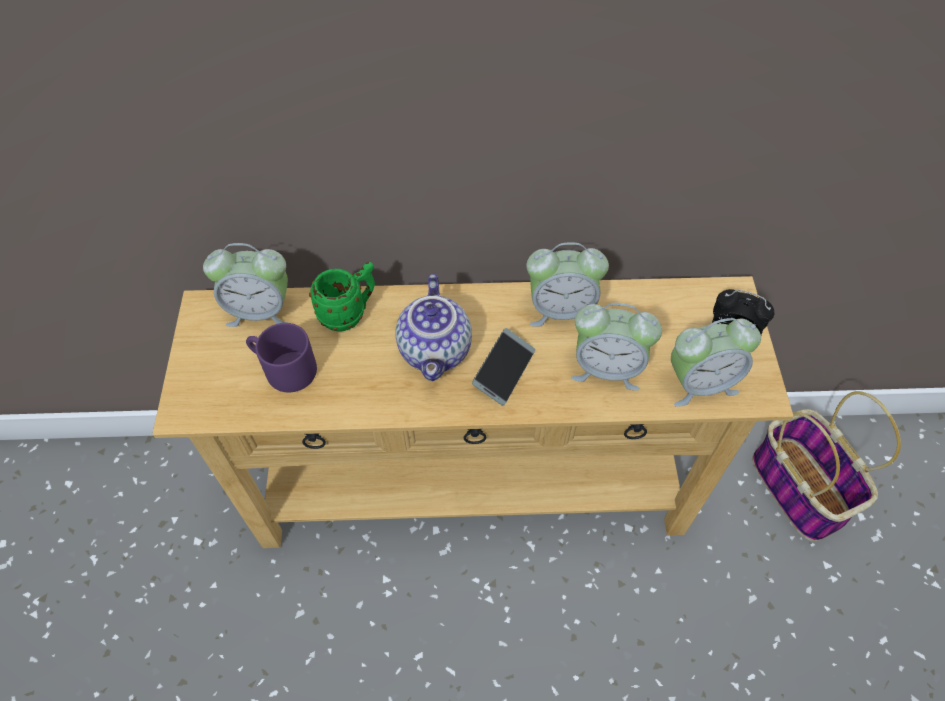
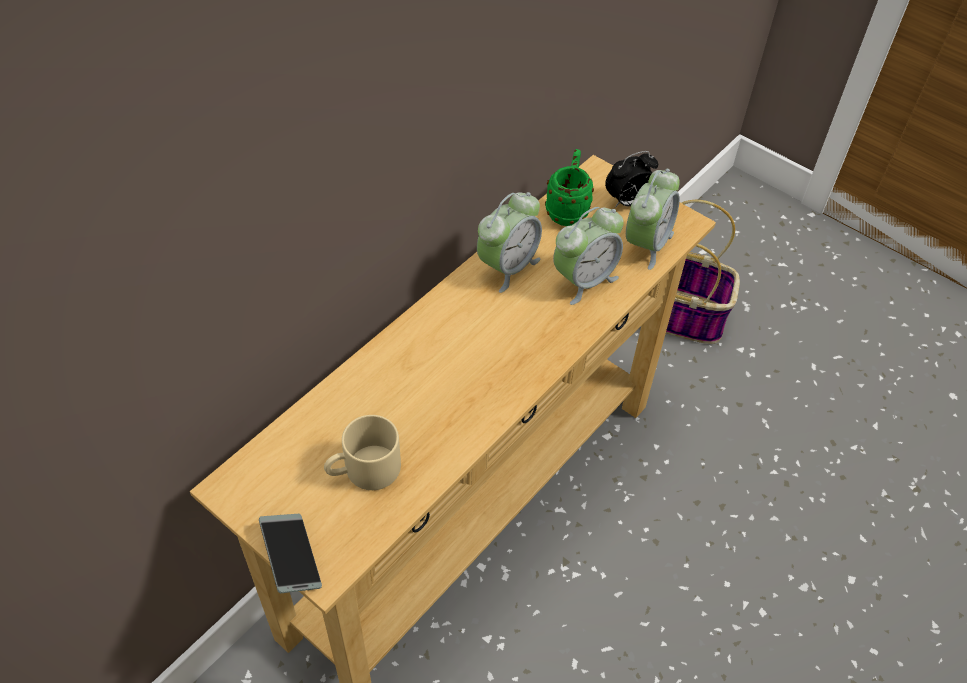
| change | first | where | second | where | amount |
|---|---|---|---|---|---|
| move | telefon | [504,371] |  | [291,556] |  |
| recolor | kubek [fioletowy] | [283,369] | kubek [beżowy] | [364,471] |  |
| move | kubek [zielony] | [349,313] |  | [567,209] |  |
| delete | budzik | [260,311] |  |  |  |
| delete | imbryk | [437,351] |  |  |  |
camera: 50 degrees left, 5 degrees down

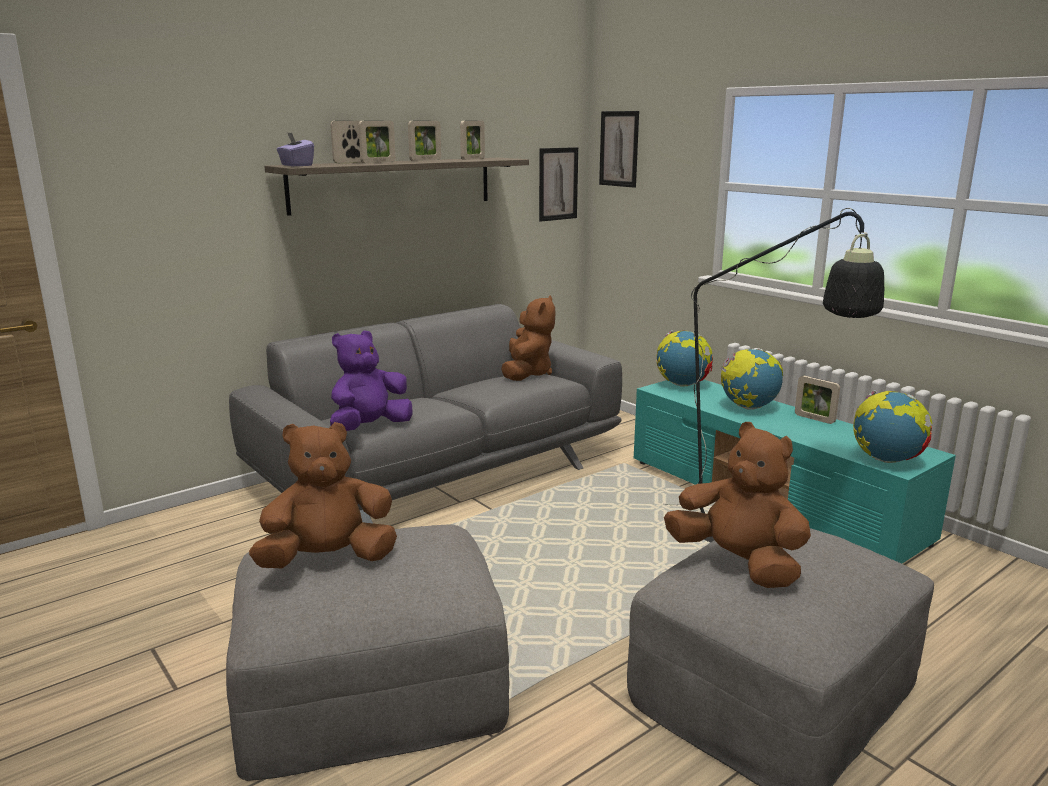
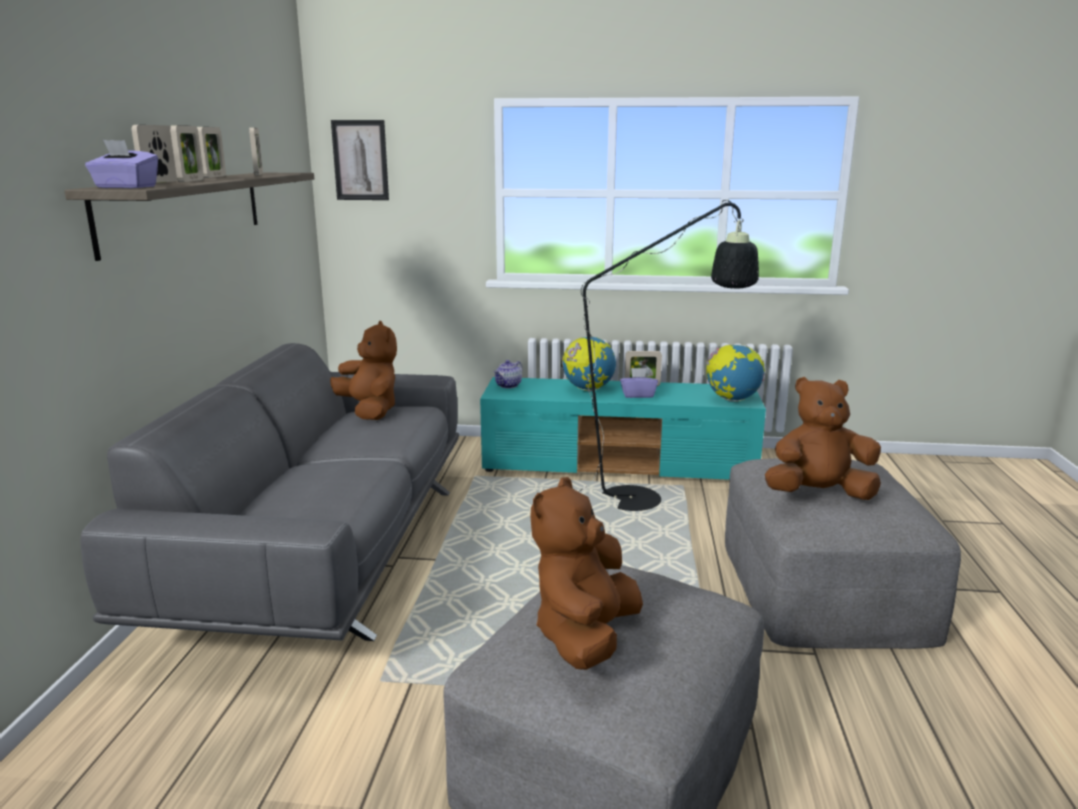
| change | first | where | second | where | amount |
|---|---|---|---|---|---|
| replace | globus | [682,385] | imbryk | [508,386] |  |
| insert |  |  | pudełko chusteczek [fioletowy] | [637,395] |  |
| delete | pluszak [fioletowy] | [369,428] |  |  |  |
| delete | obraz | [558,184] |  |  |  |
camera: 45 degrees left, 0 degrees up

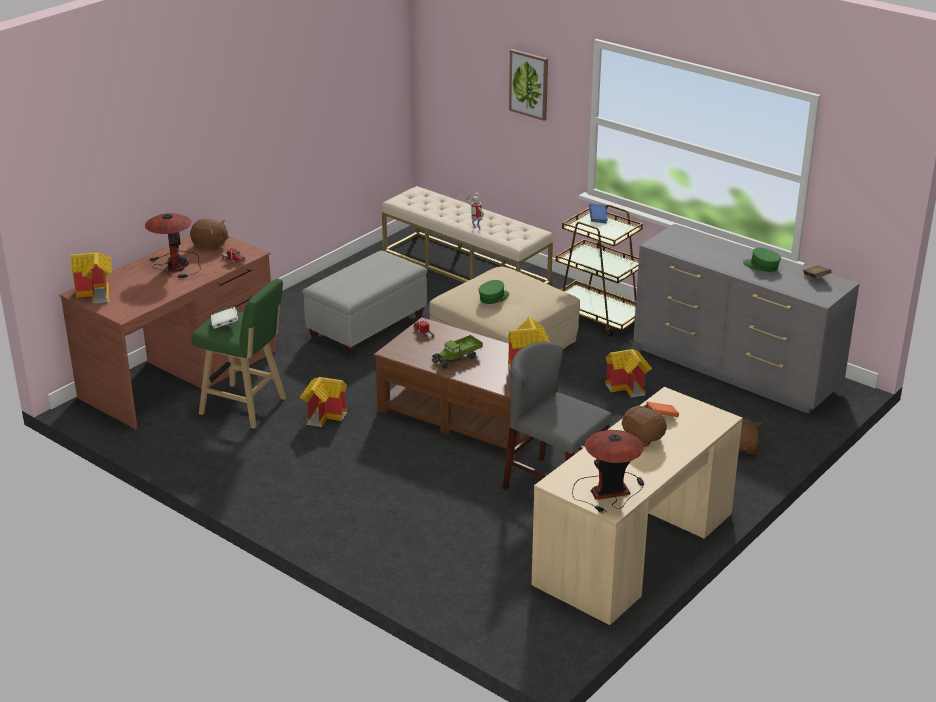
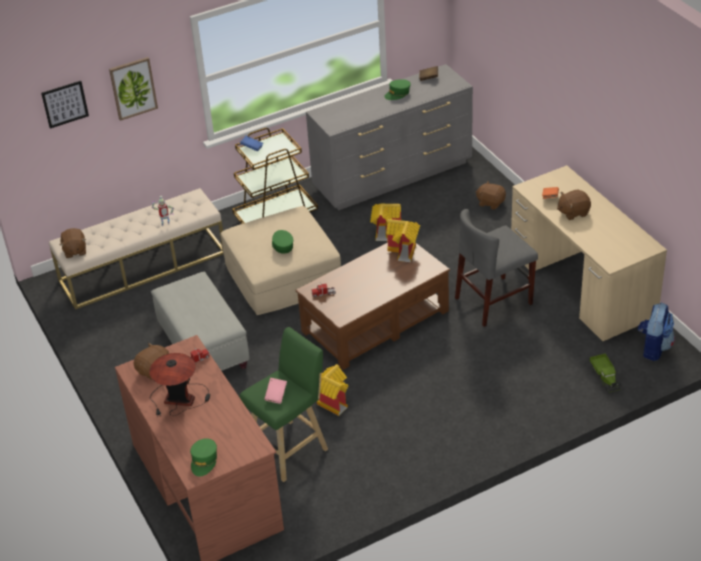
| change | first | where | second | where | amount |
|---|---|---|---|---|---|
| insert |  |  | obraz | [65,104] |  |
| insert |  |  | pluszak [brązowy] | [75,251] |  |
| replace | domek | [97,293] | czapka z daszkiem [zielony] | [204,461] |  |
| recolor | książka [biały] | [224,324] | książka [różowy] | [276,395] |  |
| move | ciężarówka zabawkowa | [457,359] |  | [605,378] |  |
| insert |  |  | plecak | [653,347] |  |
| delete | lampa stołowa | [609,491] |  |  |  |
camera: 65 degrees left, 10 degrees up

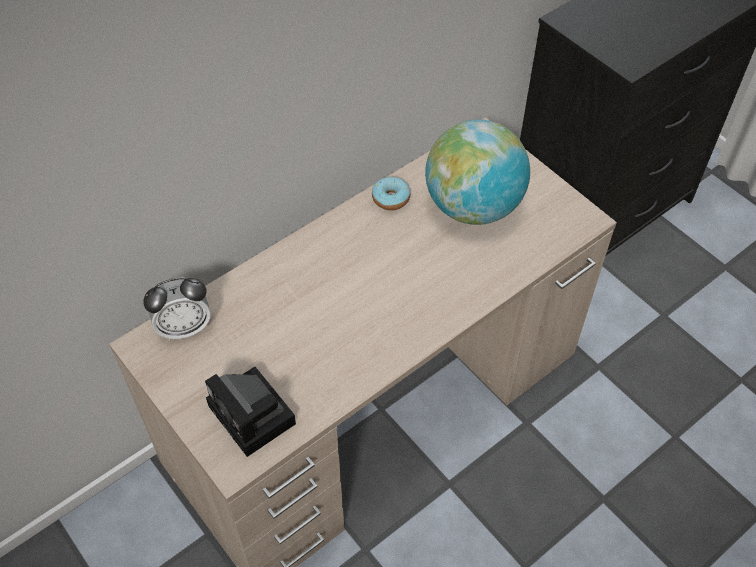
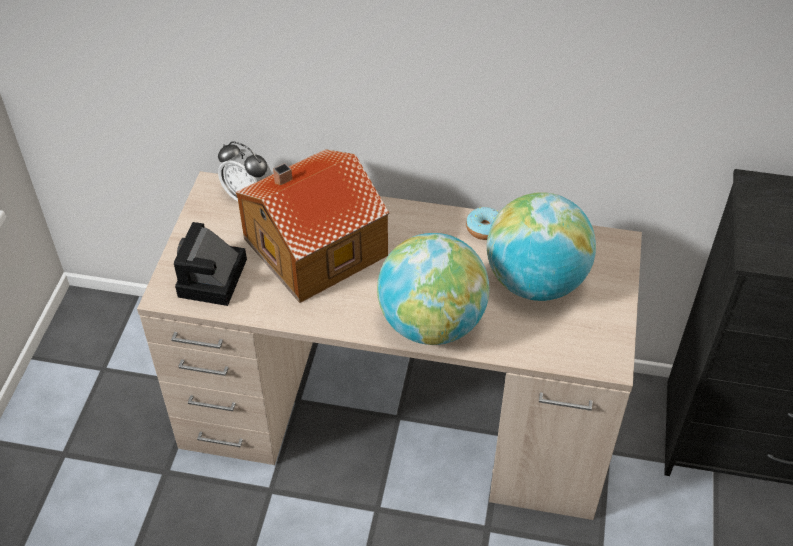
| change | first | where | second | where | amount |
|---|---|---|---|---|---|
| insert |  |  | domek | [312,246] |  |
| insert |  |  | globus | [431,323] |  |
camera: 50 degrees right, 5 degrees down

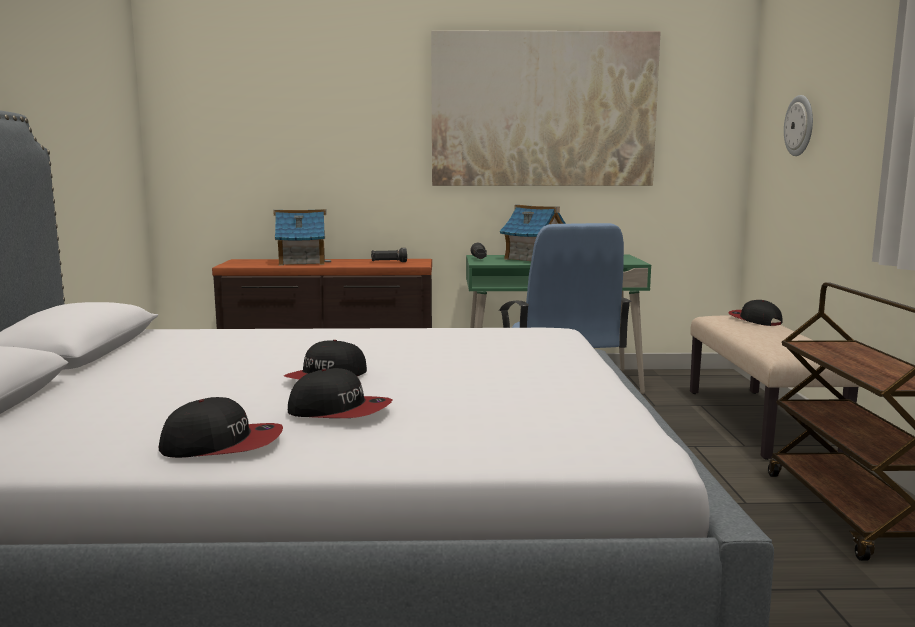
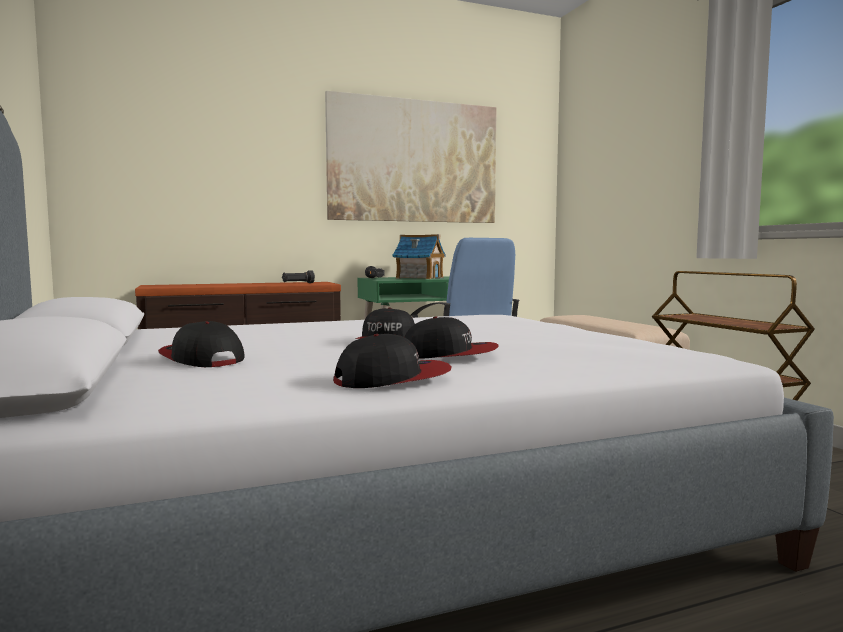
| change | first | where | second | where | amount |
|---|---|---|---|---|---|
| move | czapka z daszkiem | [754,320] |  | [201,359] |  |
| delete | domek | [301,262] |  |  |  |
| delete | zegar ścienny | [800,125] |  |  |  |
camera: 20 degrees left, 5 degrees down

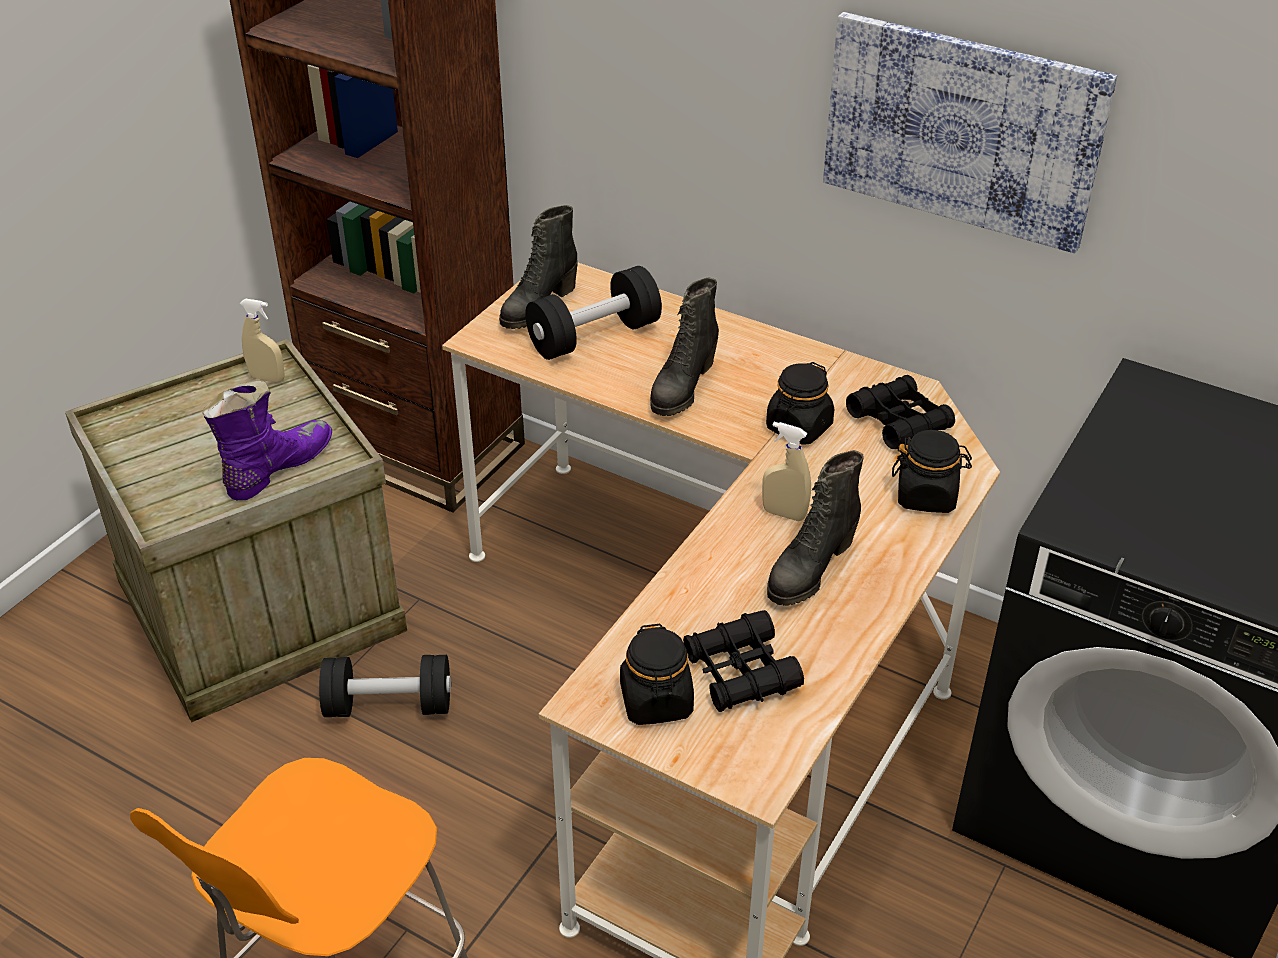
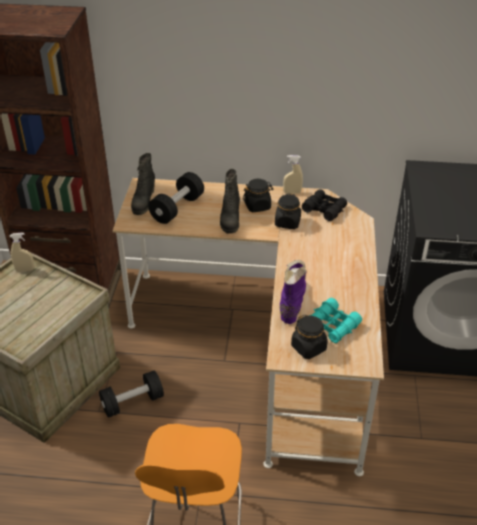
| change | first | where | second | where | amount |
|---|---|---|---|---|---|
| move | słoik [czarny] | [926,496] |  | [257,206] |  |
| move | but z cholewką [fioletowy] | [276,468] |  | [291,303] |  |
| move | spryskiwacz [beżowy] | [784,514] |  | [292,192] |  |
| recolor | lornetka [czarny] | [740,672] | lornetka [turkusowy] | [332,325] |  |
| delete | but z cholewką [czarny] | [809,570] |  |  |  |
| delete | obraz | [962,129] |  |  |  |
camera: 25 degrees left, 0 degrees up

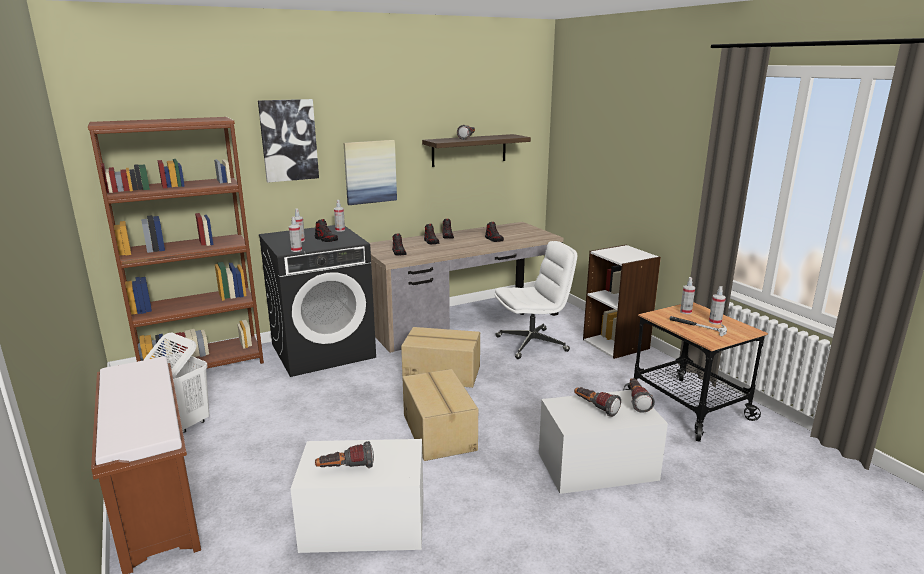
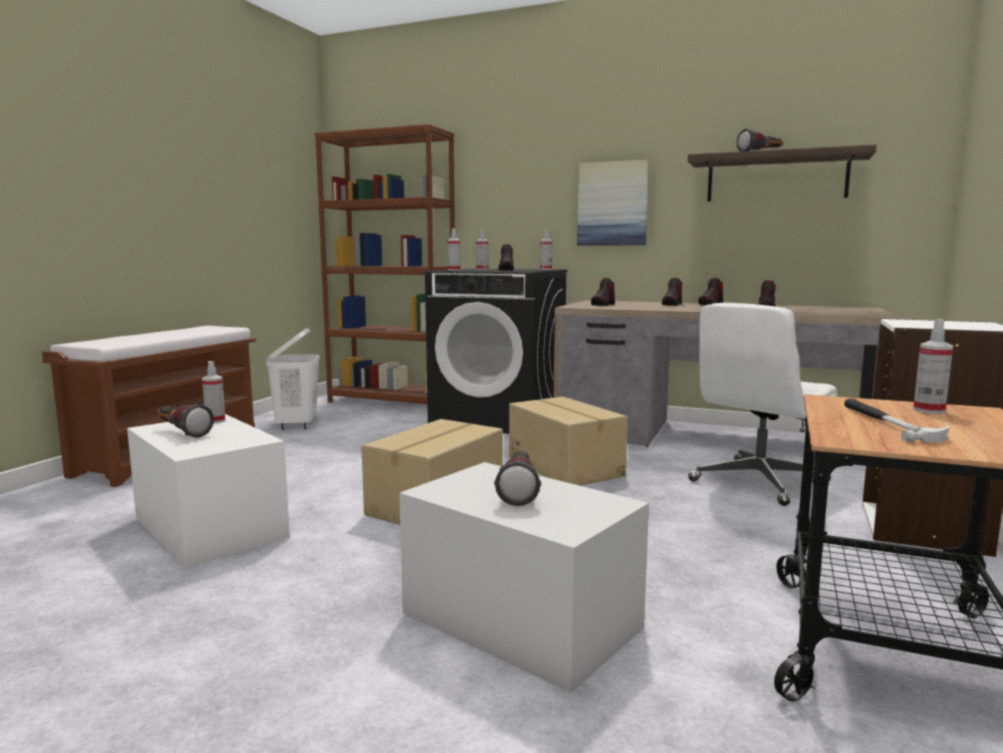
| change | first | where | second | where | amount |
|---|---|---|---|---|---|
| move | spryskiwacz | [715,322] |  | [215,420] |  |
| rotate | krzesło biurowe [biały] | [532,343] |  | [758,482] | 105 degrees clockwise |
| delete | obraz | [288,140] |  |  |  |
| delete | latarka | [636,401] |  |  |  |
camera: 50 degrees right, 10 degrees down

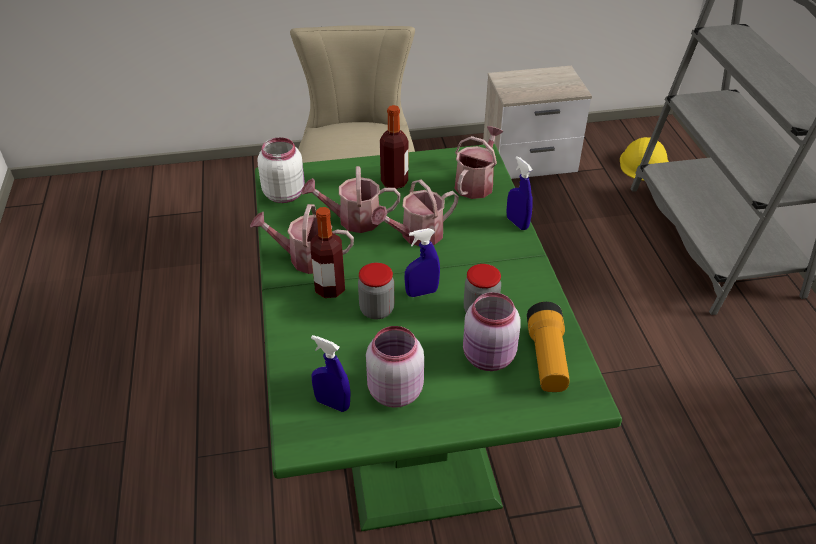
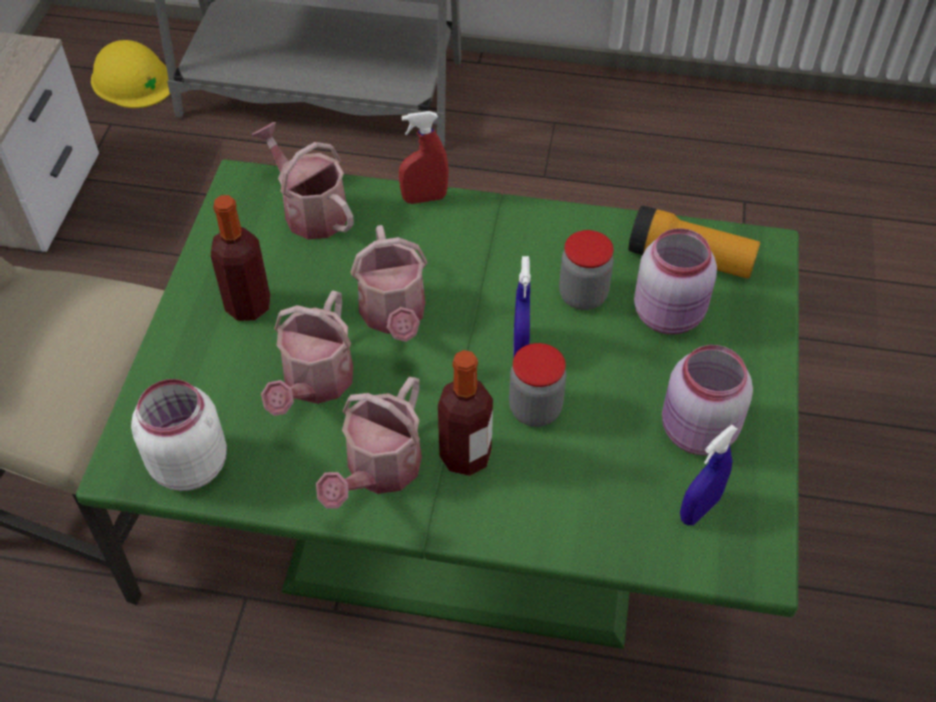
| change | first | where | second | where | amount |
|---|---|---|---|---|---|
| recolor | spryskiwacz [niebieski] | [517,223] | spryskiwacz [czerwony] | [424,198] |  |
camera: 70 degrees left, 10 degrees up

